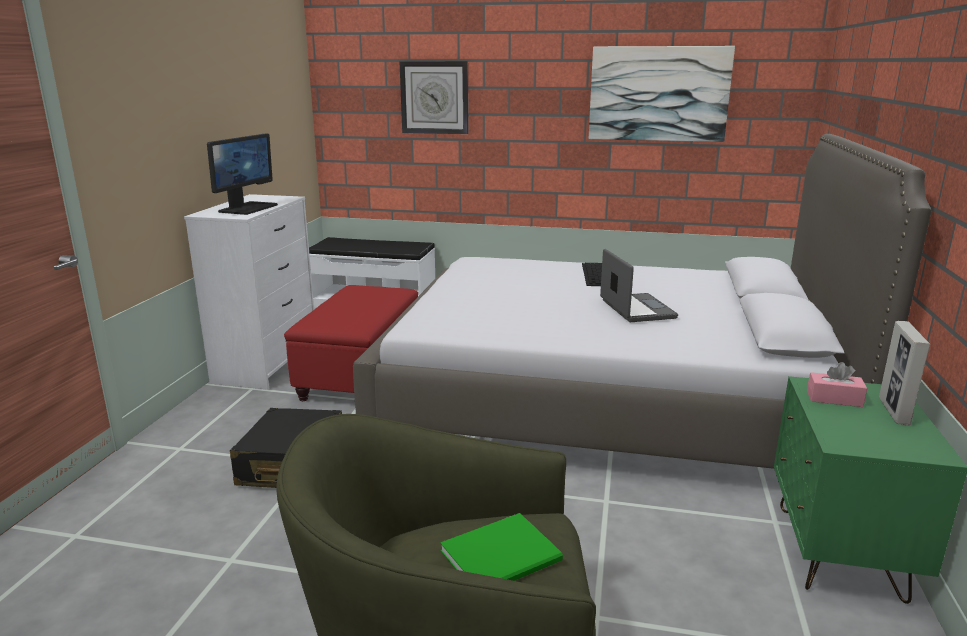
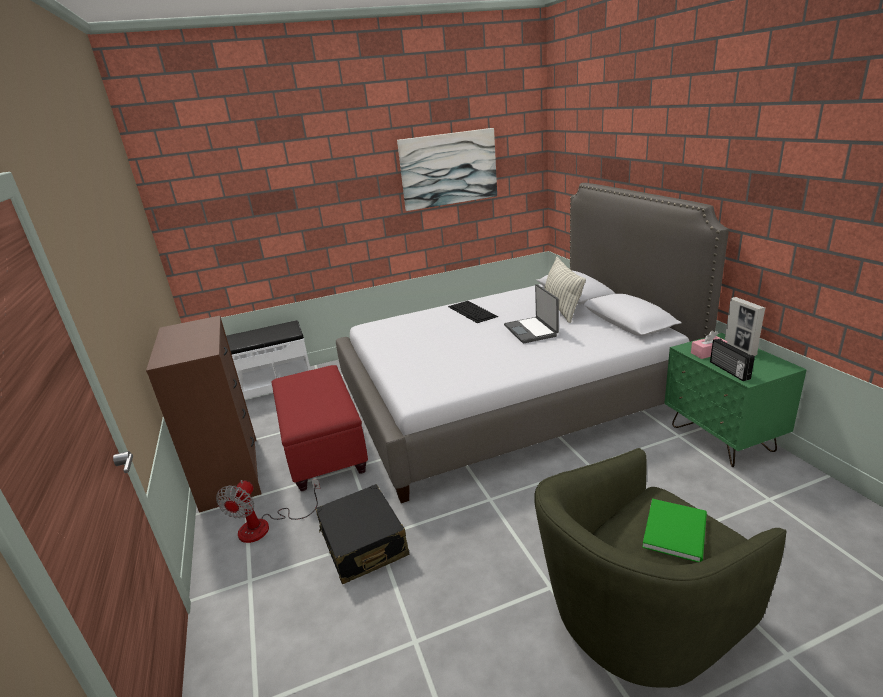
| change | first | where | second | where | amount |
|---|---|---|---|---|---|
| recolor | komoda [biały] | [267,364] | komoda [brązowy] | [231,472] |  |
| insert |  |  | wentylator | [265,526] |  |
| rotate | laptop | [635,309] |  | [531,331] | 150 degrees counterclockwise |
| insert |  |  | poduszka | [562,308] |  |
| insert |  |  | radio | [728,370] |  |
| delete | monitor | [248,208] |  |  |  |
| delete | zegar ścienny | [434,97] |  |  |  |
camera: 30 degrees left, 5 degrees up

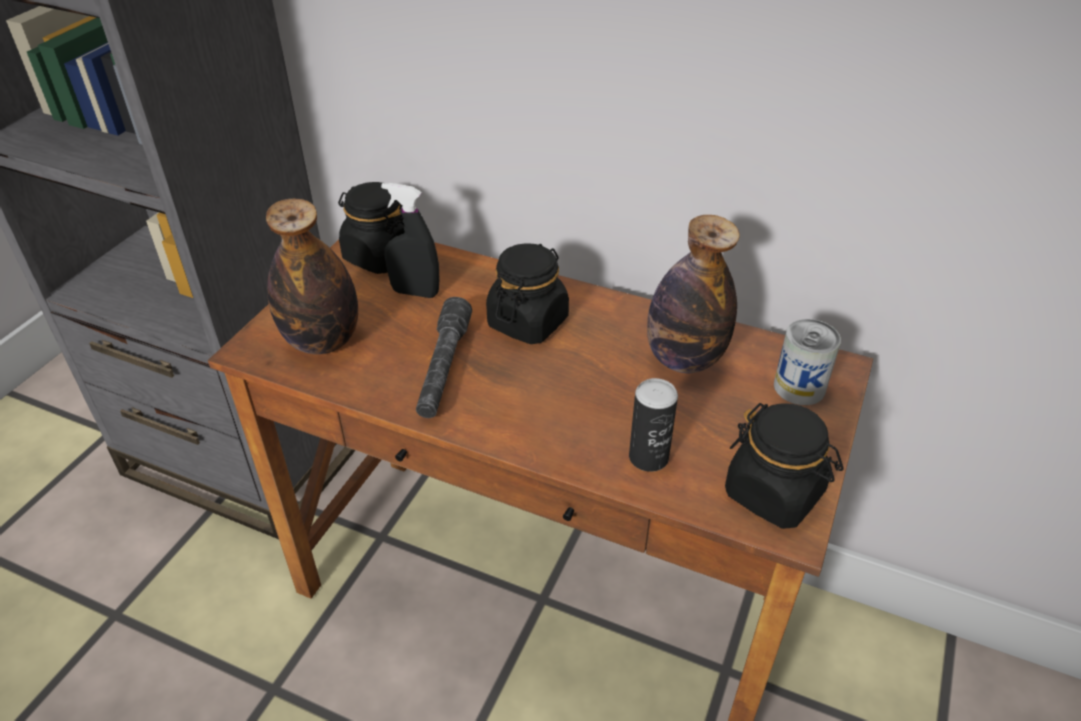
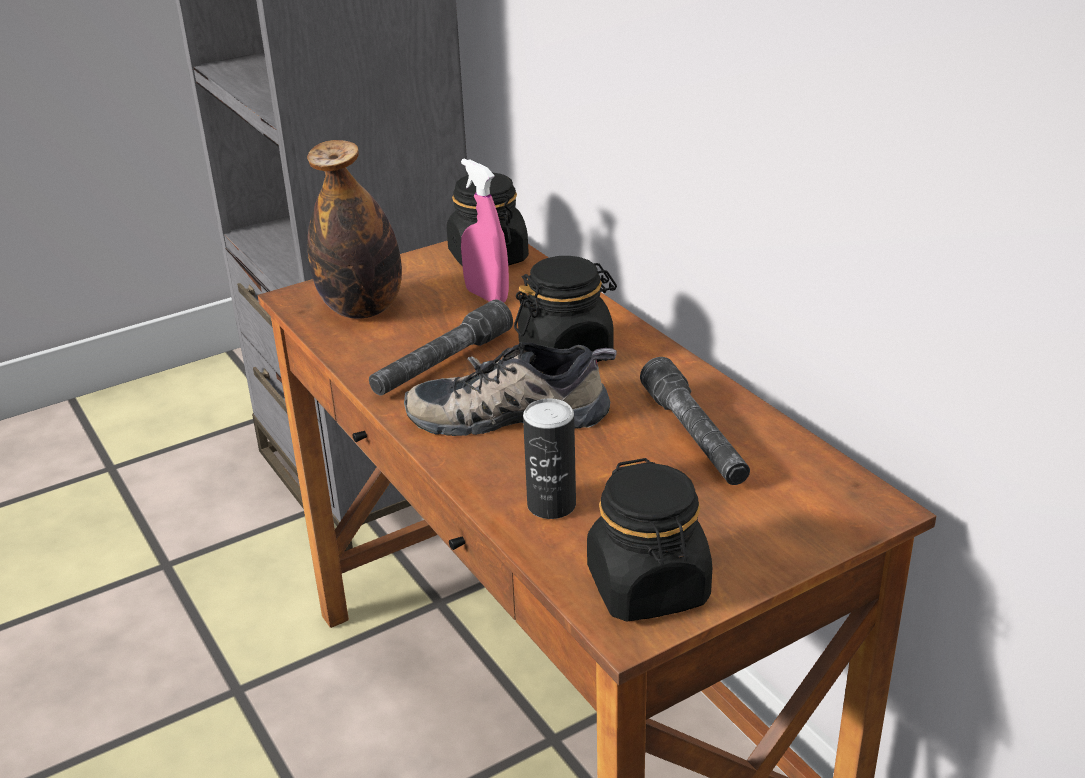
| change | first | where | second | where | amount |
|---|---|---|---|---|---|
| insert |  |  | but | [511,412] |  |
| recolor | spryskiwacz [czarny] | [415,292] | spryskiwacz [różowy] | [486,296] |  |
| replace | butelka | [684,359] | latarka [szary] | [694,437] |  |
| delete | puszka | [799,387] |  |  |  |
camera: 35 degrees right, 10 degrees down

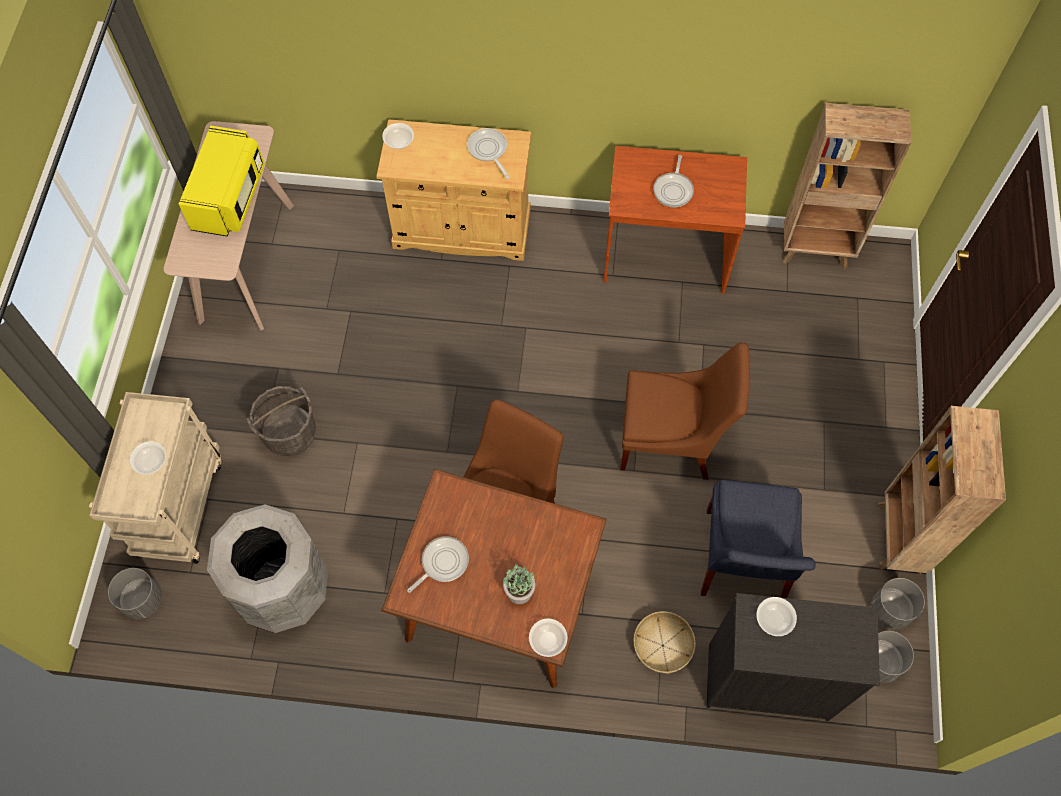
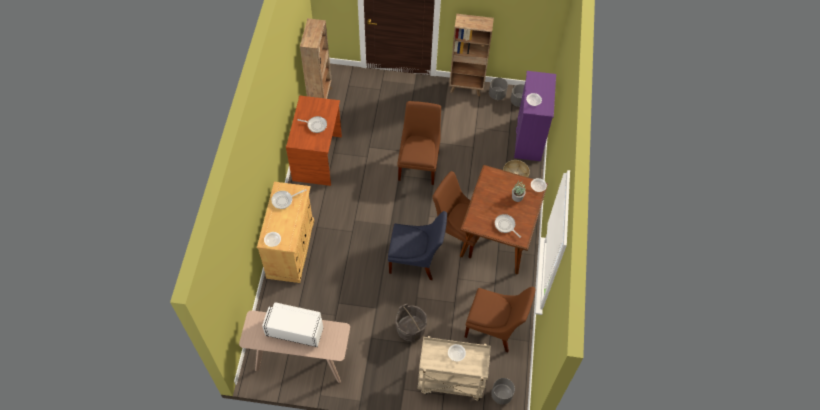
| change | first | where | second | where | amount |
|---|---|---|---|---|---|
| recolor | mikrofalówka [żółty] | [230,197] | mikrofalówka [biały] | [295,330] |  |
| move | krzesło [niebieski] | [742,562] |  | [416,260] |  |
| replace | kosz na śmieci [szary] | [283,589] | krzesło [brązowy] | [494,328] |  |
| recolor | komoda [czarny] | [766,680] | komoda [fioletowy] | [528,139] |  |
camera: 90 degrees left, 5 degrees down

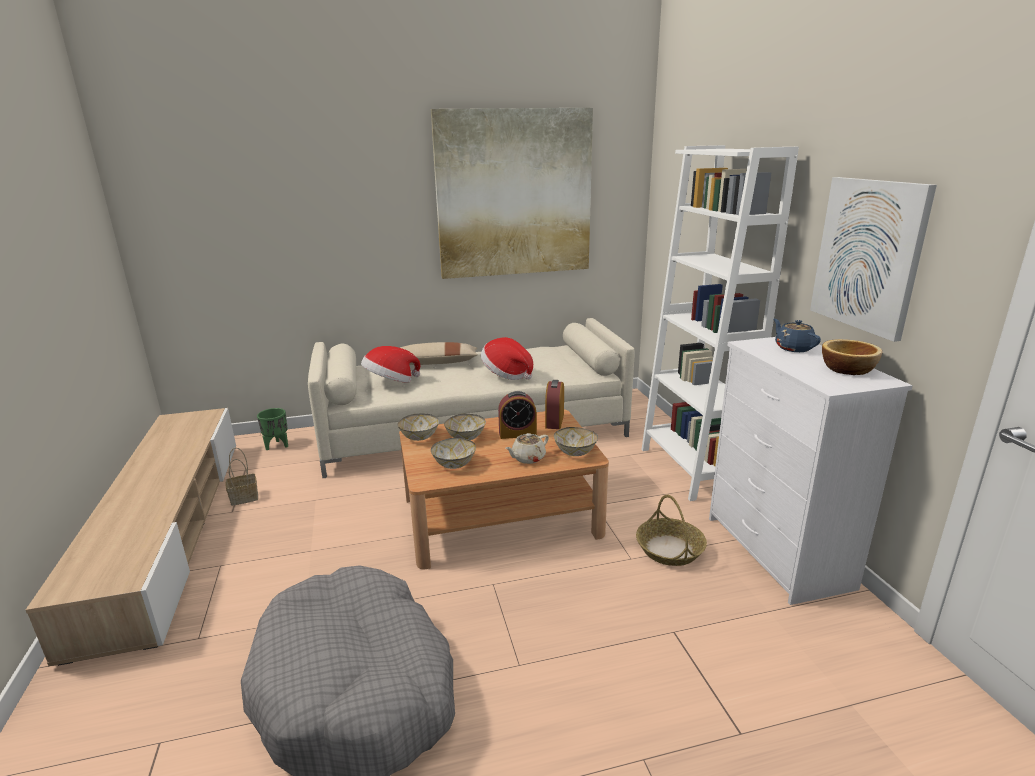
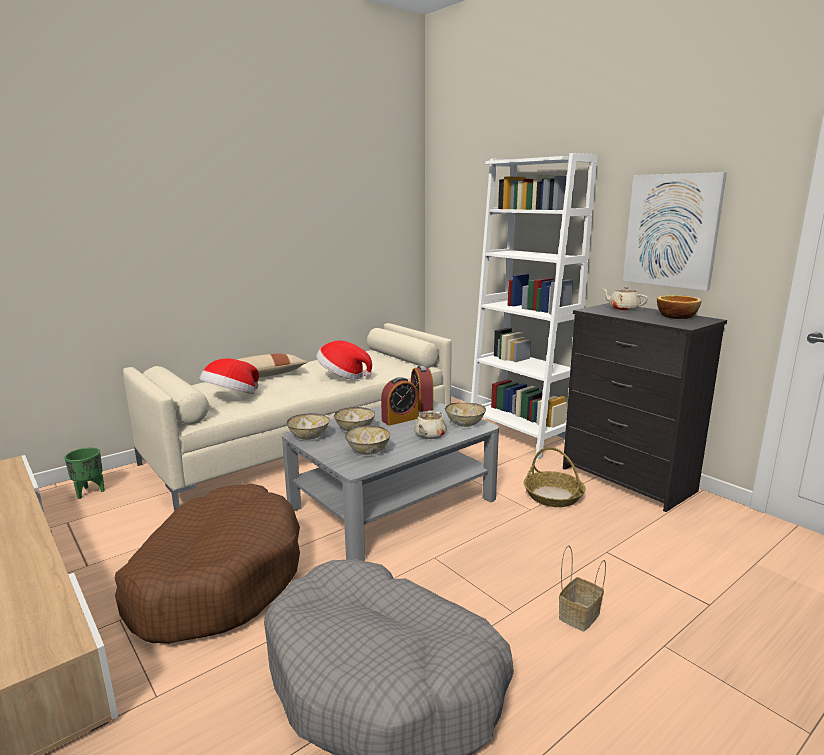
| change | first | where | second | where | amount |
|---|---|---|---|---|---|
| insert |  |  | legowisko [brązowy] | [217,579] |  |
| recolor | ława [brązowy] | [500,515] | ława [szary] | [393,503] |  |
| move | koszyk | [245,497] |  | [579,615] |  |
| recolor | komoda [biały] | [777,552] | komoda [czarny] | [628,480] |  |
| recolor | imbryk [niebieski] | [793,348] | imbryk [beżowy] | [623,309] |  |
| delete | obraz | [514,194] |  |  |  |
camera: 25 degrees left, 5 degrees down

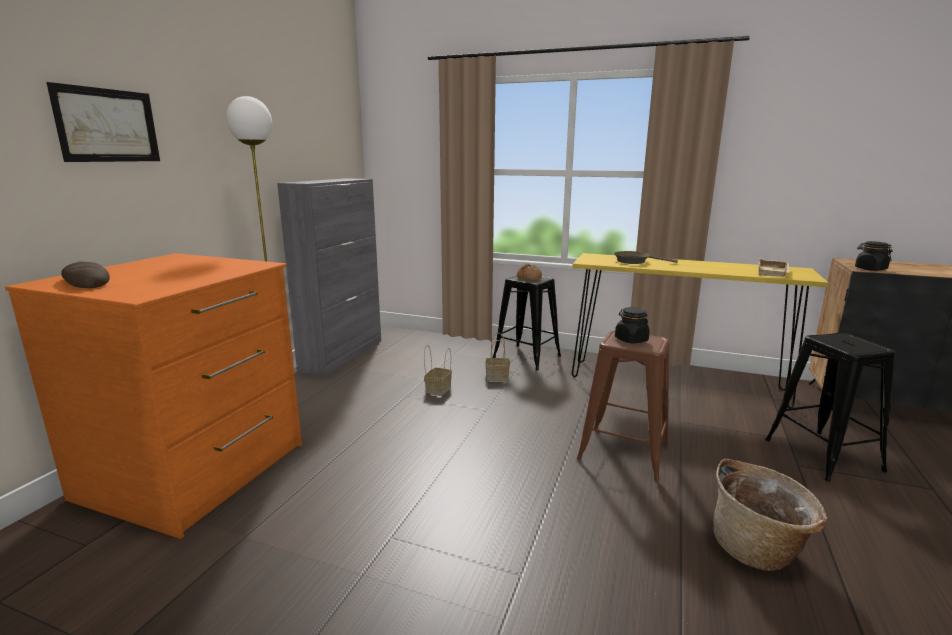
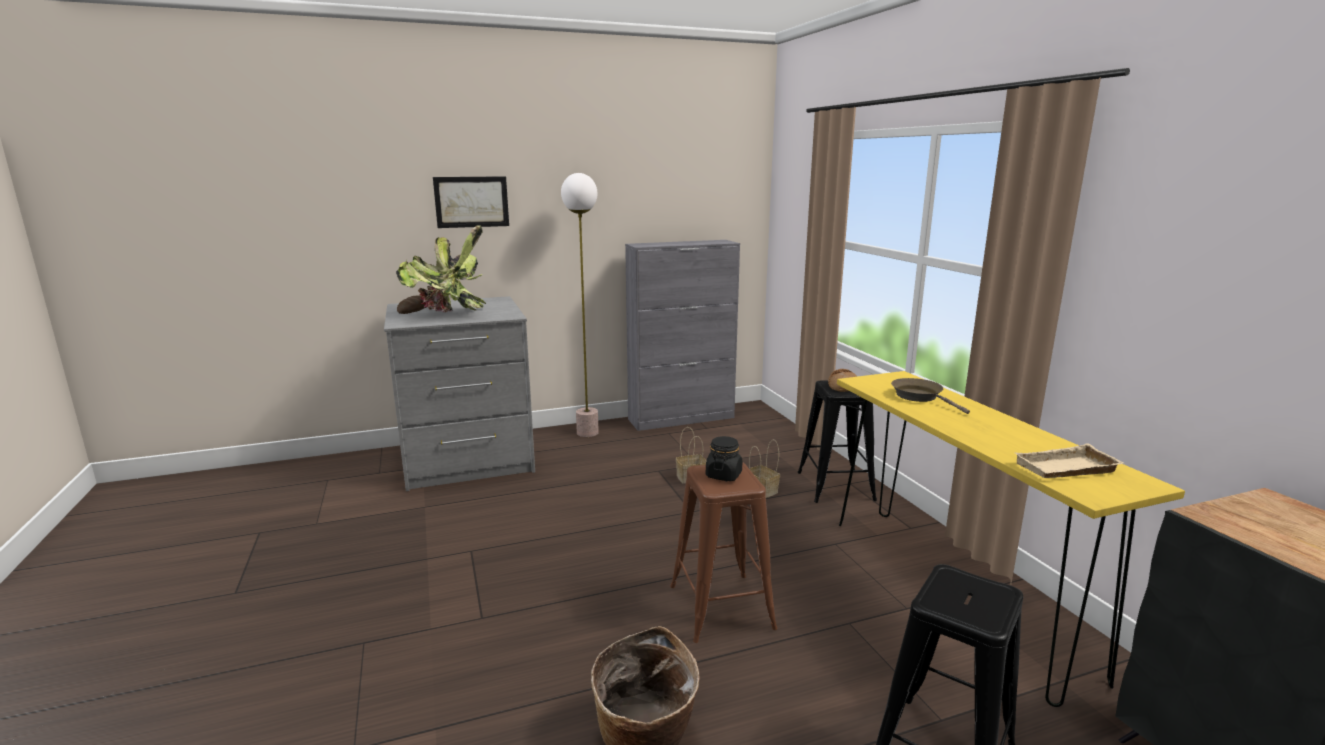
| change | first | where | second | where | amount |
|---|---|---|---|---|---|
| recolor | komoda [pomarańczowy] | [196,471] | komoda [szary] | [468,460] |  |
| insert |  |  | roślina doniczkowa | [449,315] |  |
| delete | słoik [czarny] | [870,269] |  |  |  |
camera: 50 degrees right, 0 degrees up

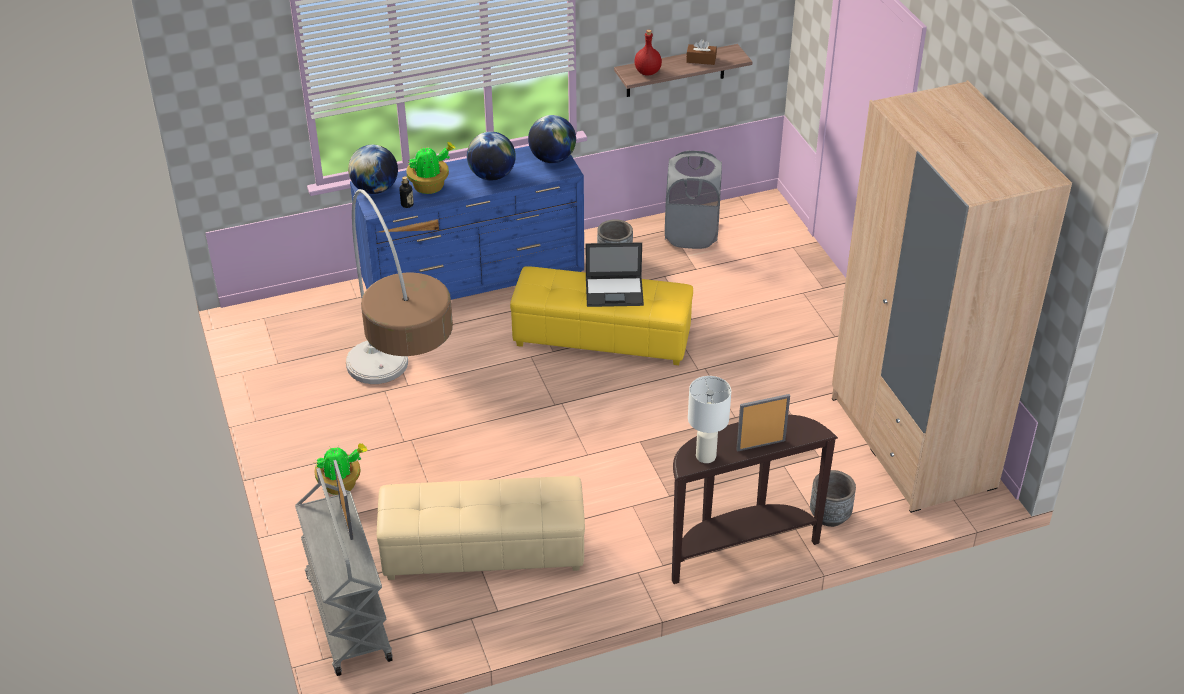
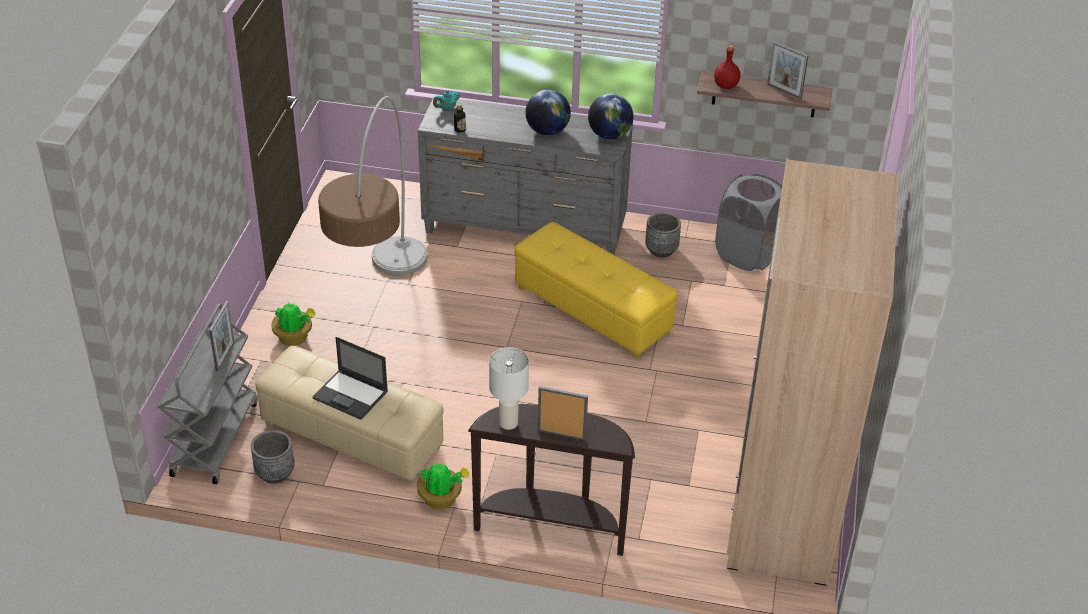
| change | first | where | second | where | amount |
|---|---|---|---|---|---|
| move | donica [szary] | [829,516] |  | [275,473] |  |
| move | laptop | [615,291] |  | [351,395] |  |
| move | roślina doniczkowa | [430,186] |  | [441,499] |  |
| recolor | komoda [niebieski] | [475,290] | komoda [szary] | [525,230] |  |
| replace | globus | [375,189] | imbryk [turkusowy] | [447,108] |  |
| replace | pudełko chusteczek [brązowy] | [701,60] | ramka na zdjęcie | [784,91] |  |
camera: 30 degrees right, 0 degrees up

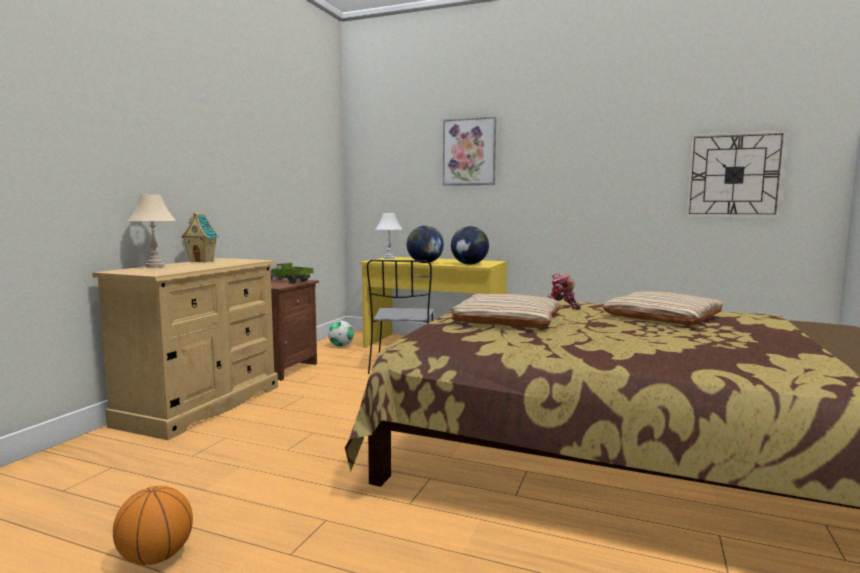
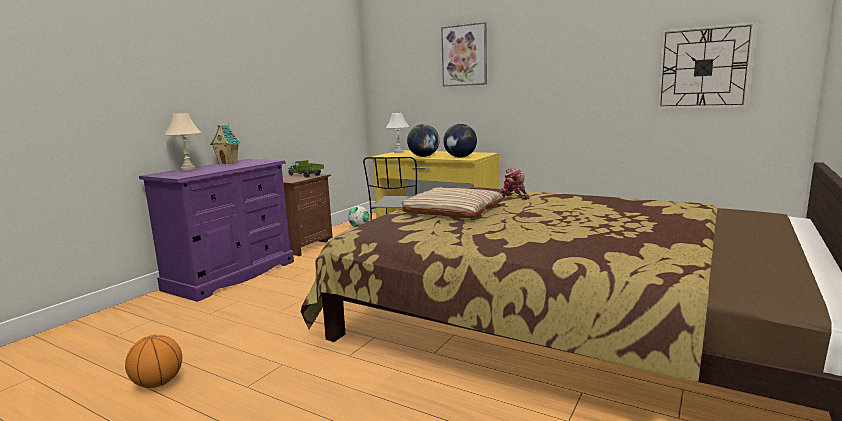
| change | first | where | second | where | amount |
|---|---|---|---|---|---|
| recolor | komoda [beżowy] | [202,405] | komoda [fioletowy] | [231,275] |  |
| delete | poduszka [beżowy] | [662,316] |  |  |  |
camera: 10 degrees right, 5 degrees up

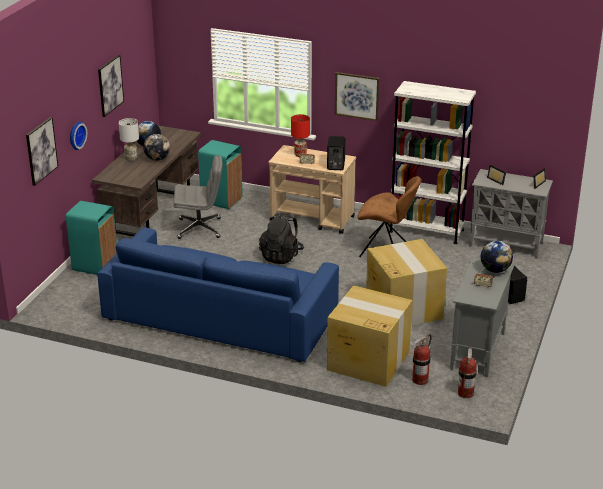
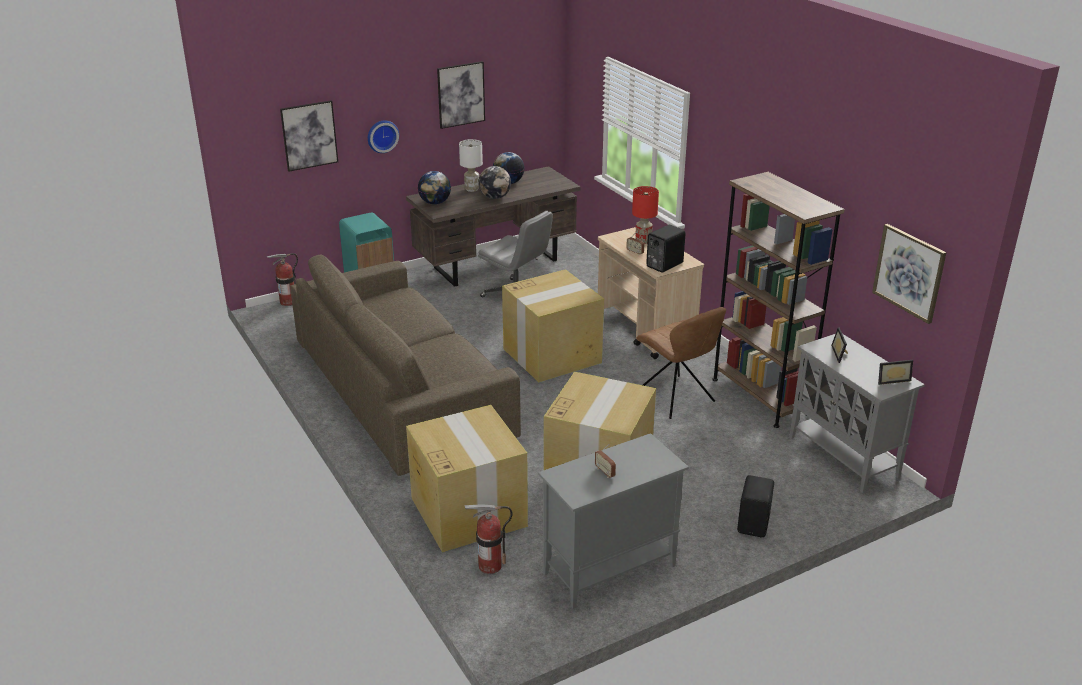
| change | first | where | second | where | amount |
|---|---|---|---|---|---|
| move | gaśnica | [465,393] |  | [288,302] |  |
| recolor | kanapa [niebieski] | [221,315] | kanapa [brązowy] | [403,388] |  |
| move | globus | [495,270] |  | [435,203] |  |
| replace | plecak [czarny] | [281,256] | karton | [553,355] |  |
| recolor | regał [biały] | [426,231] | regał [brązowy] | [760,396] |  |
| move | obraz | [357,96] |  | [909,272] |  |
| delete | kosz na śmieci [turkusowy] | [221,201] |  |  |  |
camera: 40 degrees right, 0 degrees up

